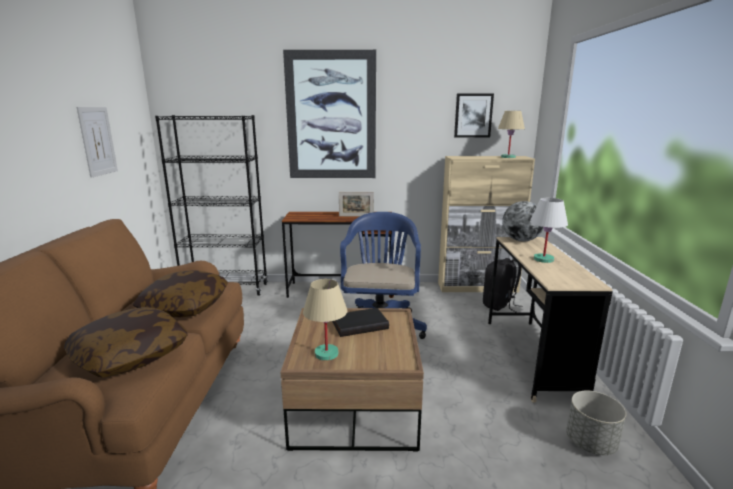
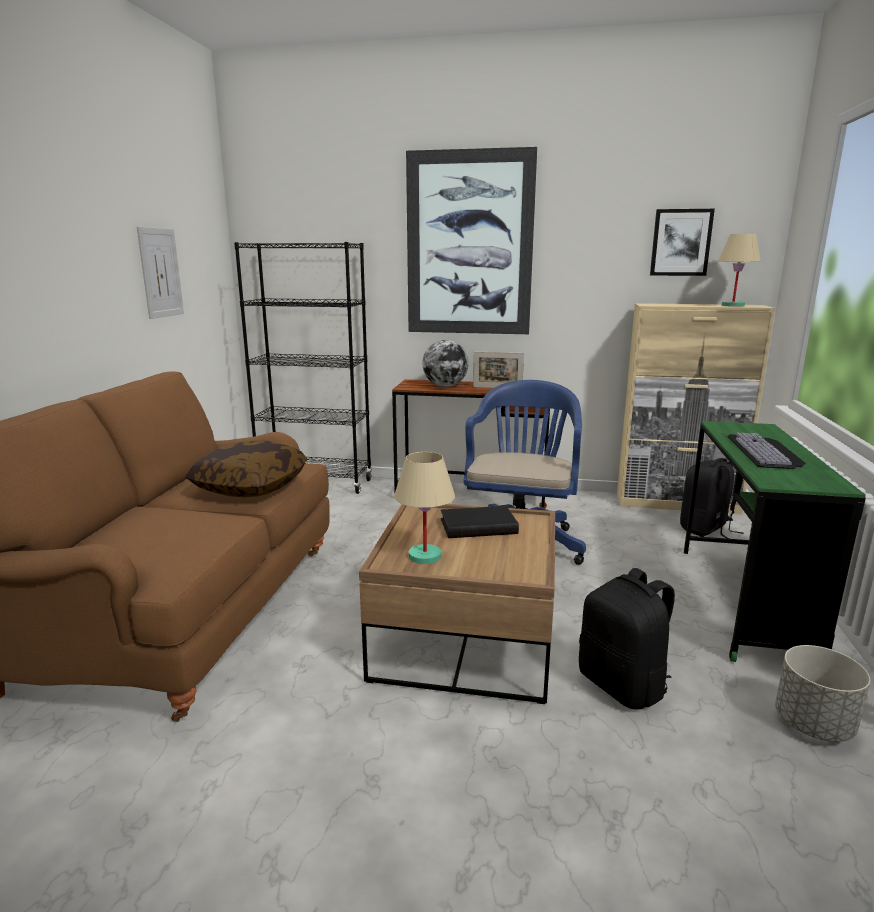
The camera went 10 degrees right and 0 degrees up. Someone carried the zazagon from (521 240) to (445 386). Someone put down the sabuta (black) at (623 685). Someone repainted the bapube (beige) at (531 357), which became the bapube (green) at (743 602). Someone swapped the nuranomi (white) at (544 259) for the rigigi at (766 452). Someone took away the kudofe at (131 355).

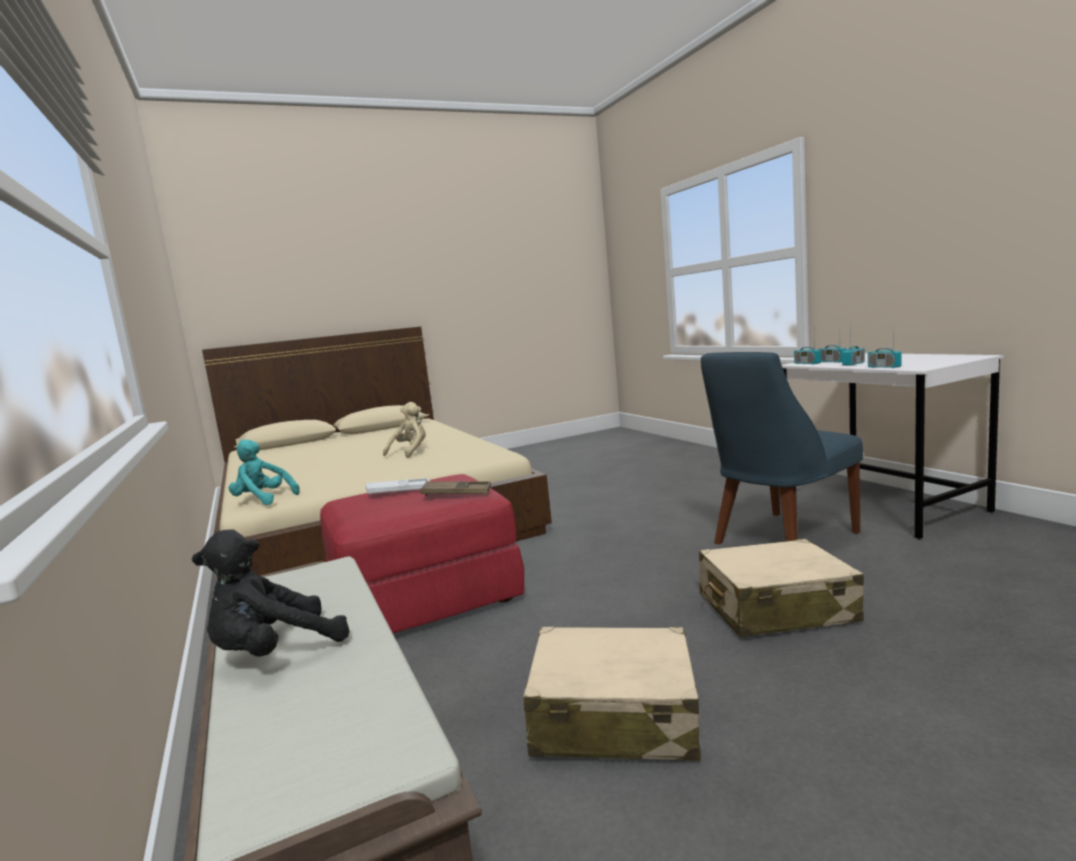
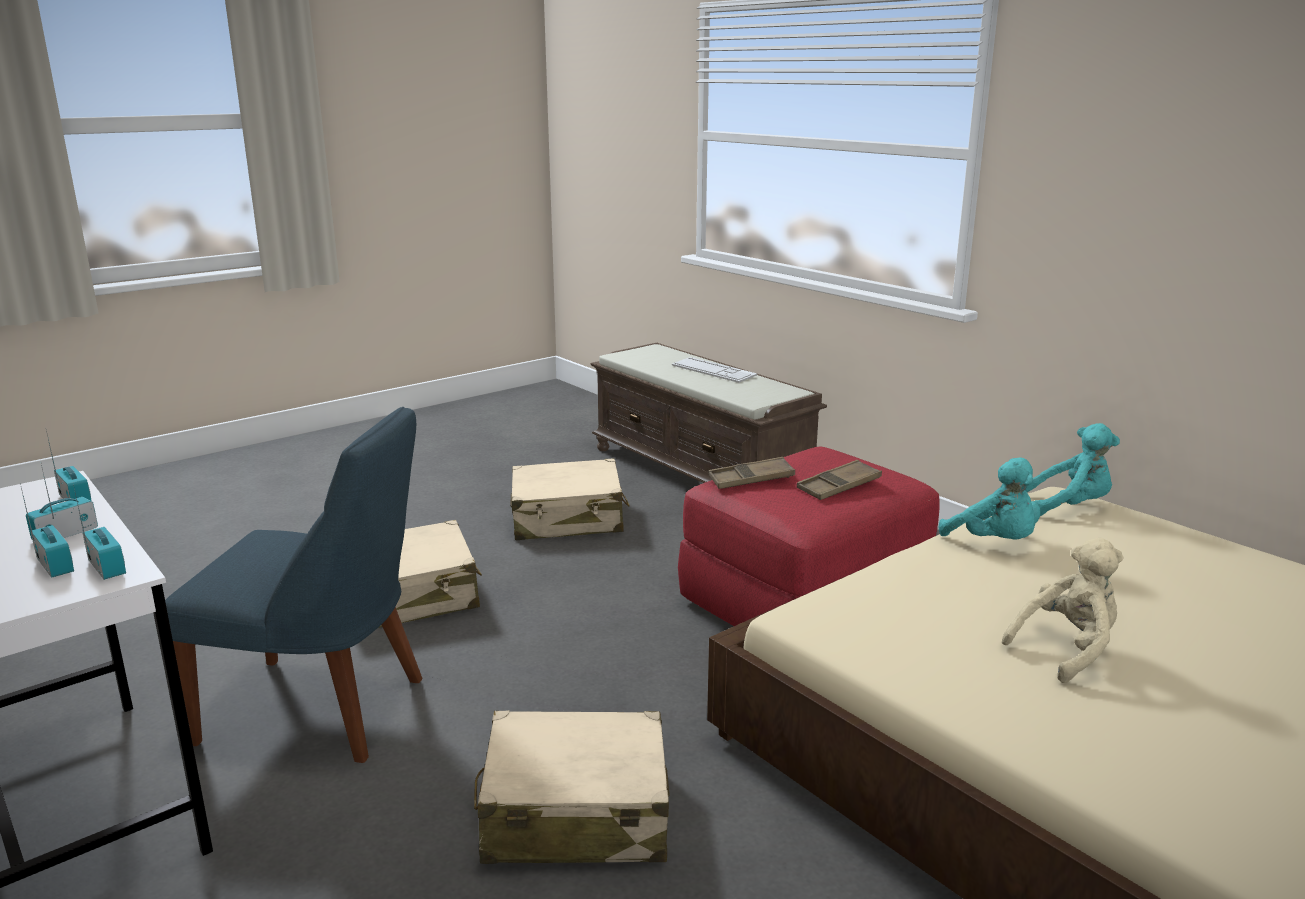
The camera went 165 degrees right and 10 degrees up. Someone rotated the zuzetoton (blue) at (780 539) by 60 degrees clockwise. Someone put down the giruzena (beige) at (575 814). Someone swapped the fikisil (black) at (274 652) for the rigigi at (713 371). Someone repainted the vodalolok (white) at (399 491), which became the vodalolok (brown) at (839 486). Someone put down the fikisil (turquoise) at (995 542). Someone rotated the fikisil (beige) at (410 452) by 135 degrees counterclockwise.

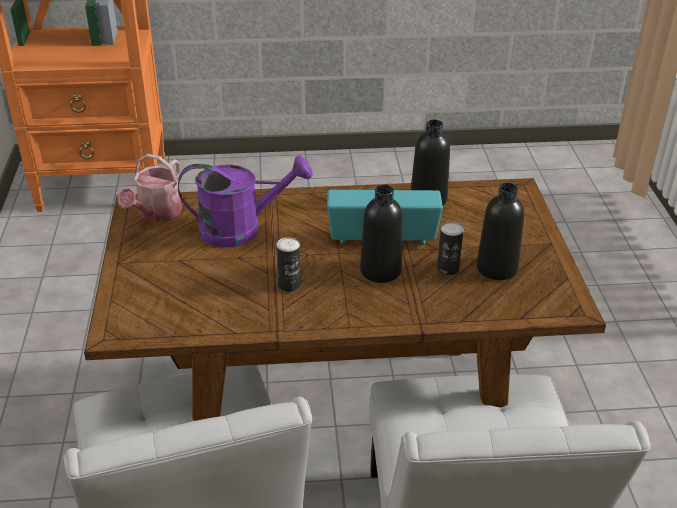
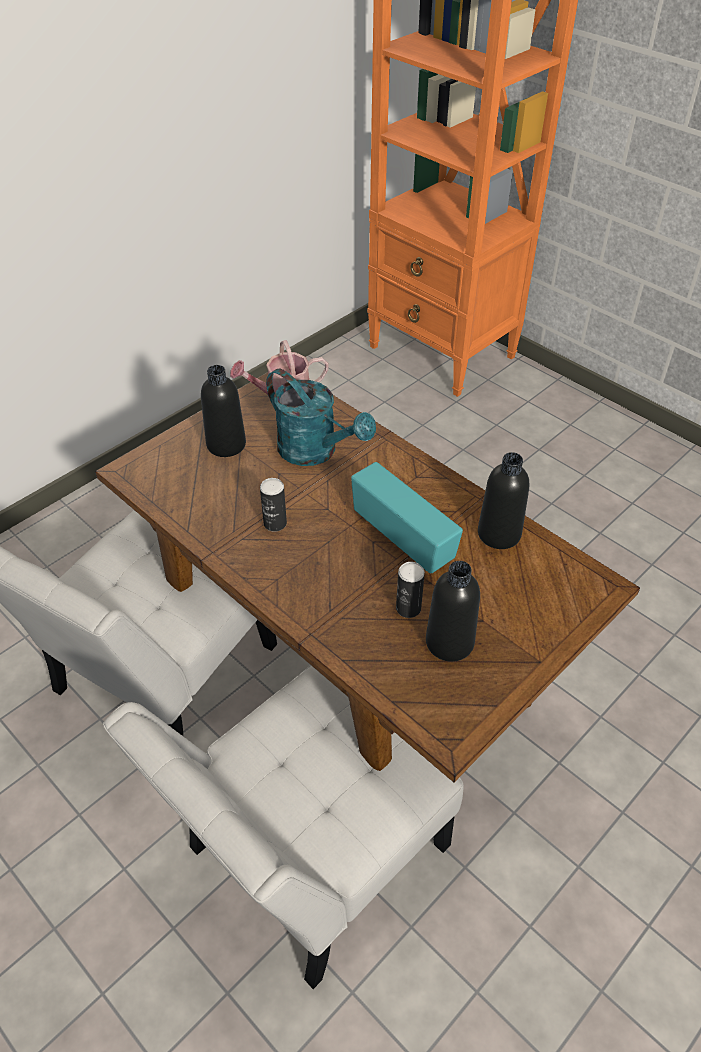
The camera went 50 degrees right and 10 degrees up. Someone carried the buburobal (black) from (380 270) to (226 444). Someone repainted the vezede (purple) at (241 229), which became the vezede (turquoise) at (316 452).

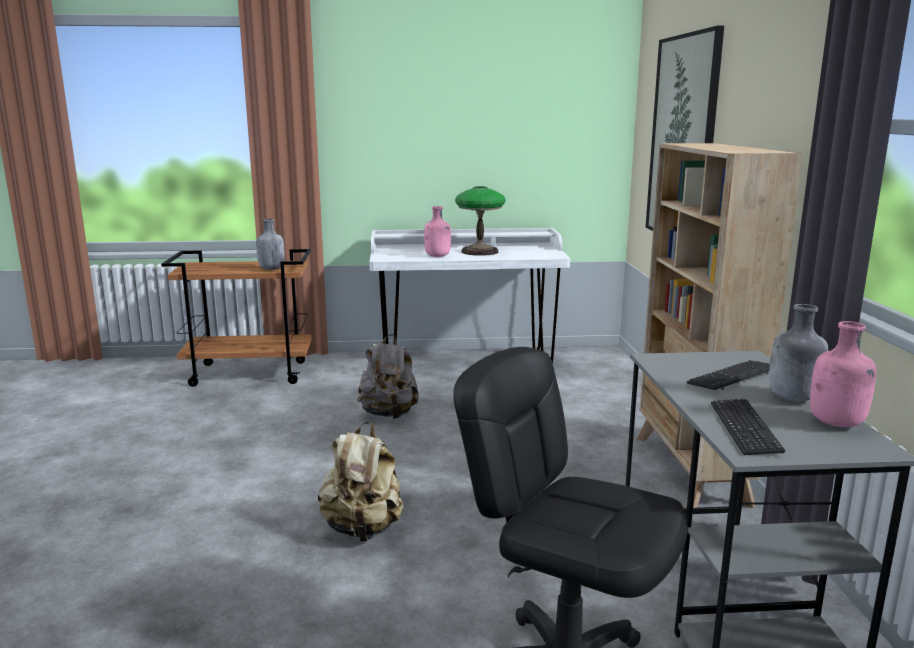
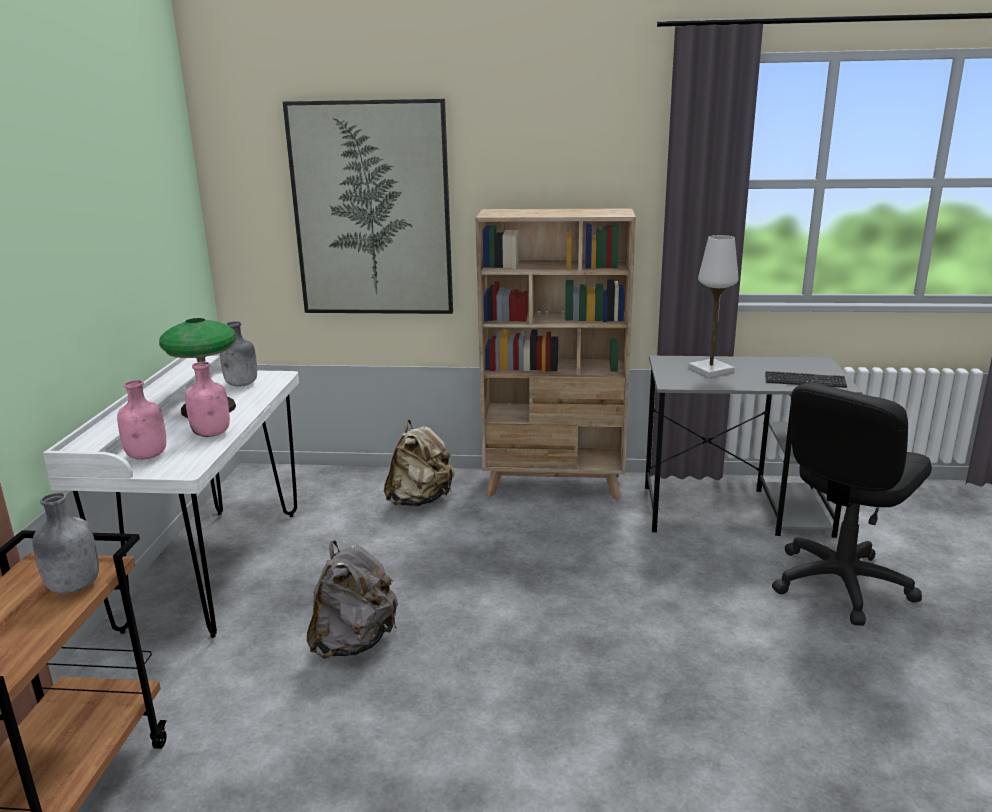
The camera went 80 degrees left and 5 degrees up. Someone carried the buburobal (pink) from (837 423) to (148 456). Someone carried the buburobal (grey) from (793 398) to (242 384). Someone carried the sabuta (beige) from (363 529) to (420 500). Someone swapped the rigigi at (732 377) for the nuranomi (white) at (711 370).

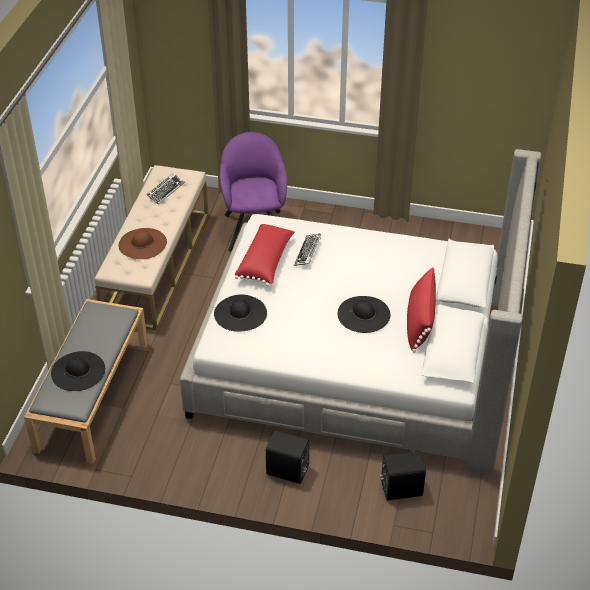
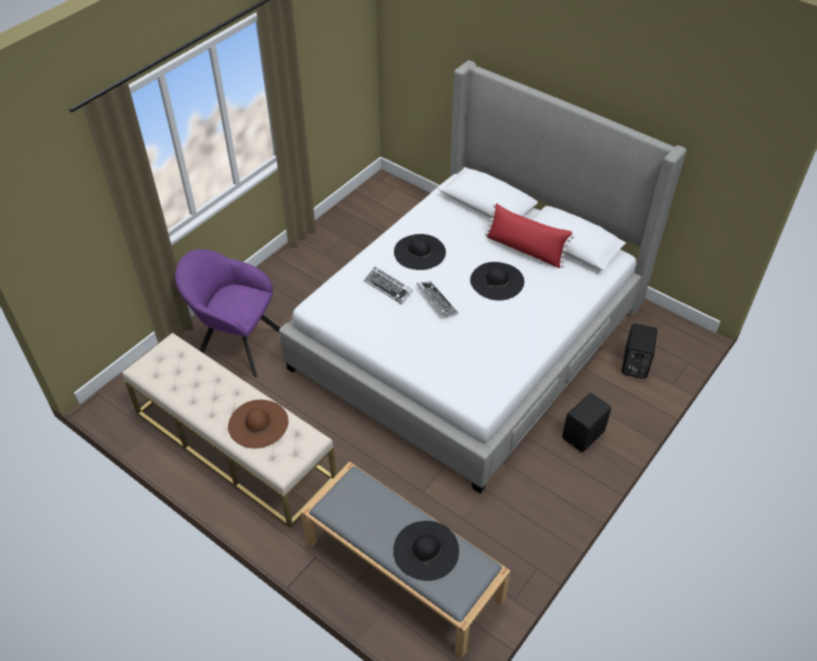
The camera went 65 degrees left and 5 degrees up. Someone carried the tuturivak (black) from (240 313) to (419 252). Someone carried the rigigi from (165 190) to (436 301). Someone took away the kudofe (red) at (266 262).

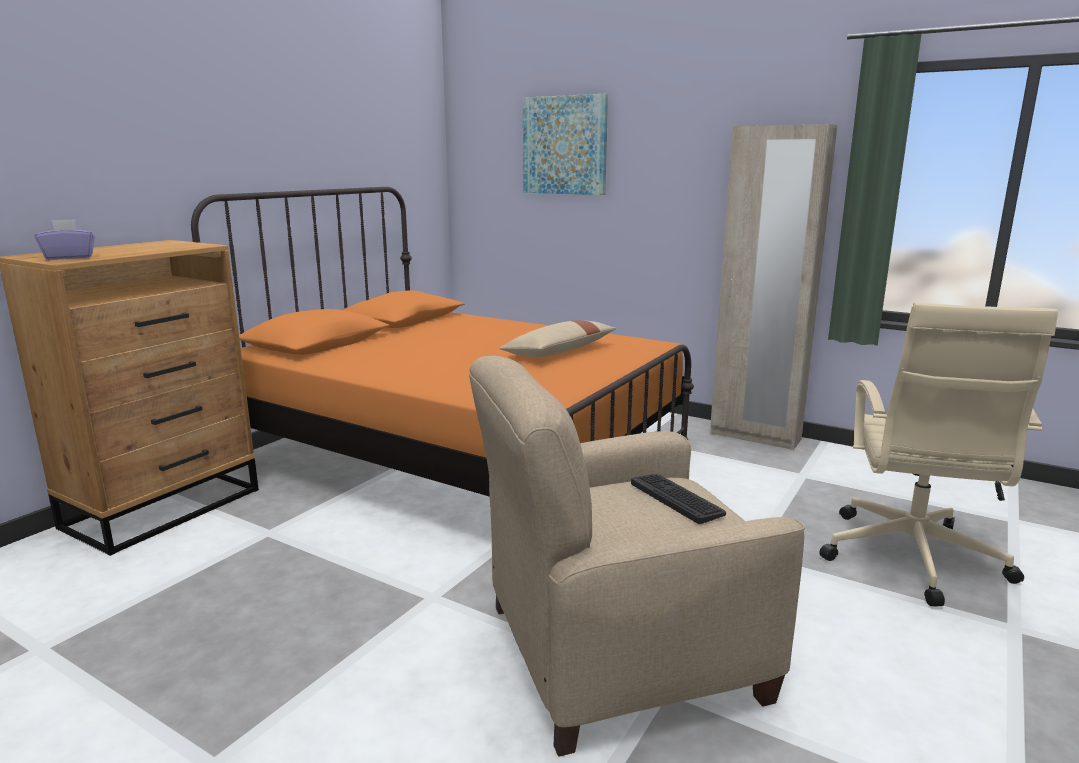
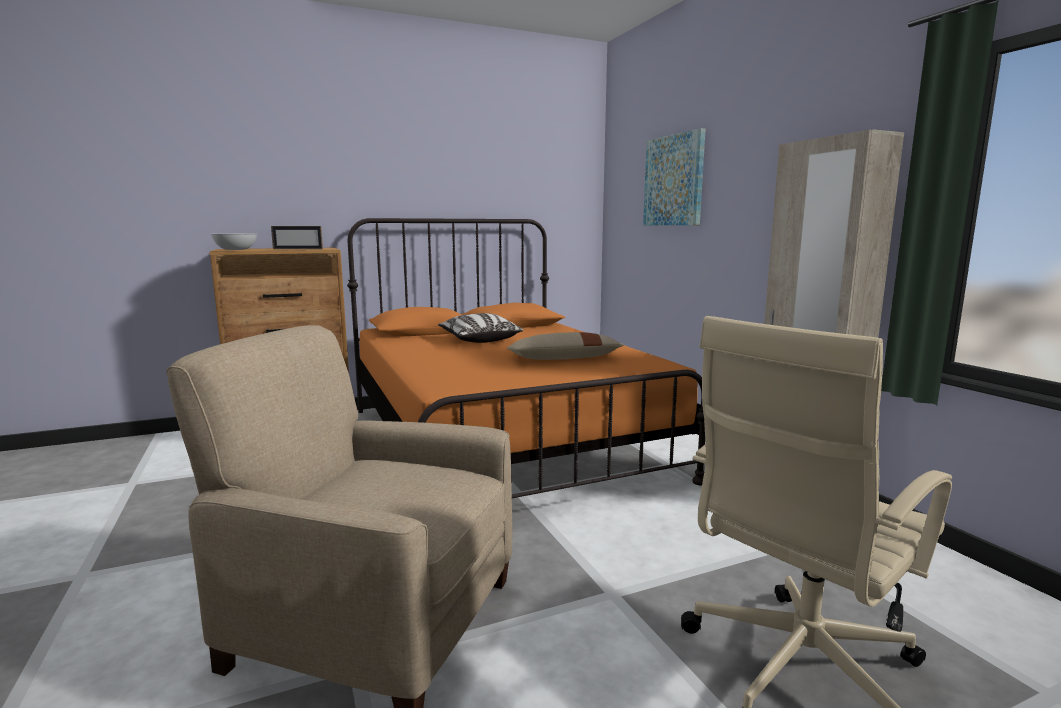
The camera went 35 degrees right and 5 degrees down. Someone swapped the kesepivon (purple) at (69 257) for the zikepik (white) at (235 249). Someone put down the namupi at (298 249). Someone put down the kudofe at (479 340). Someone took away the rigigi at (677 498).

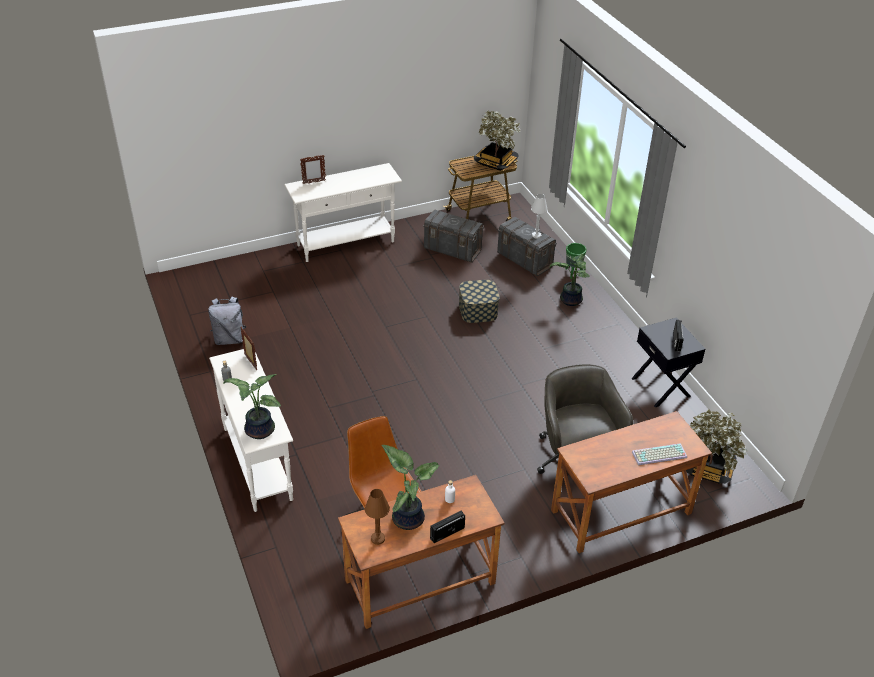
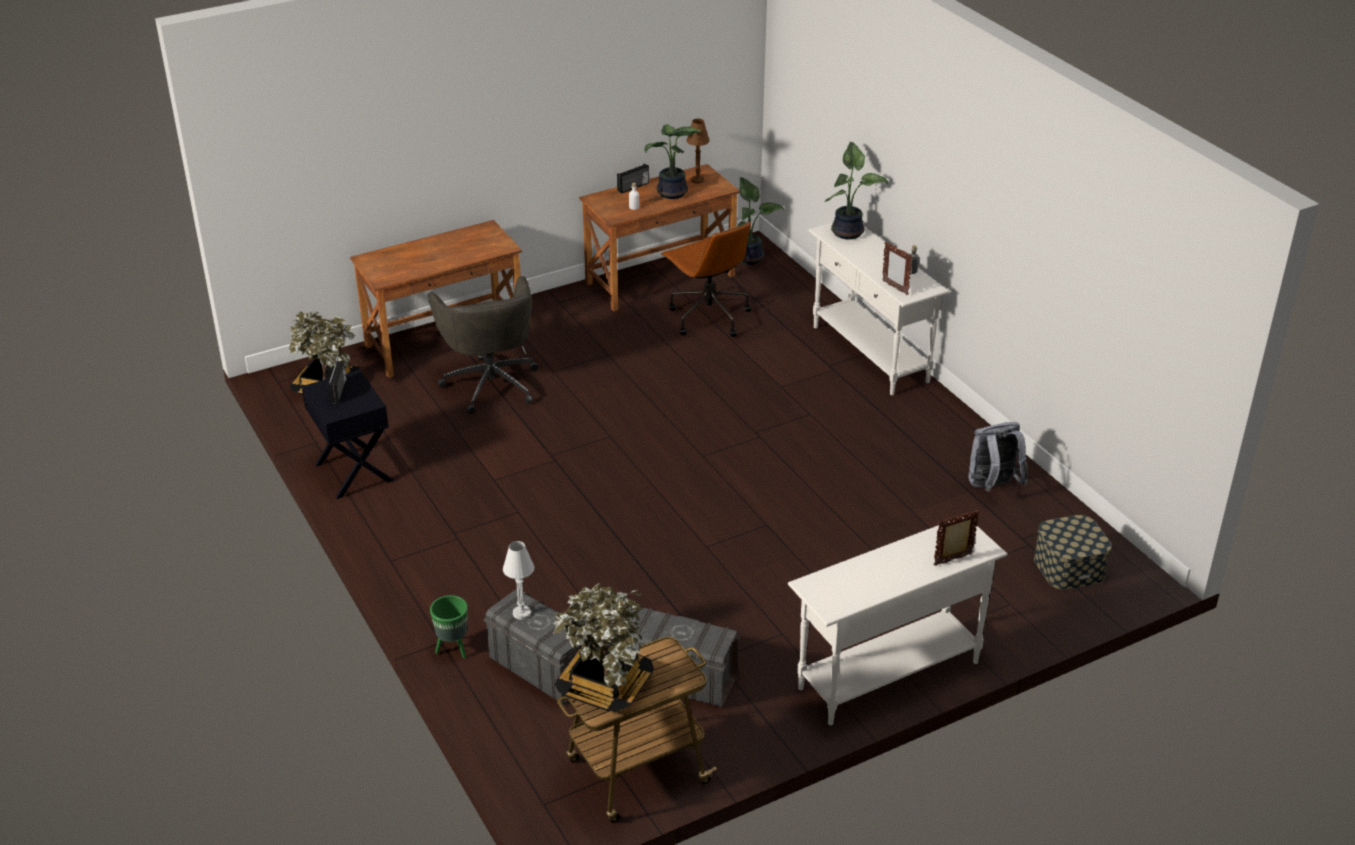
The camera went 175 degrees right and 5 degrees down. Someone carried the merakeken from (570 301) to (750 257). Someone carried the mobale from (478 310) to (1069 567). Someone took away the rigigi at (659 455).

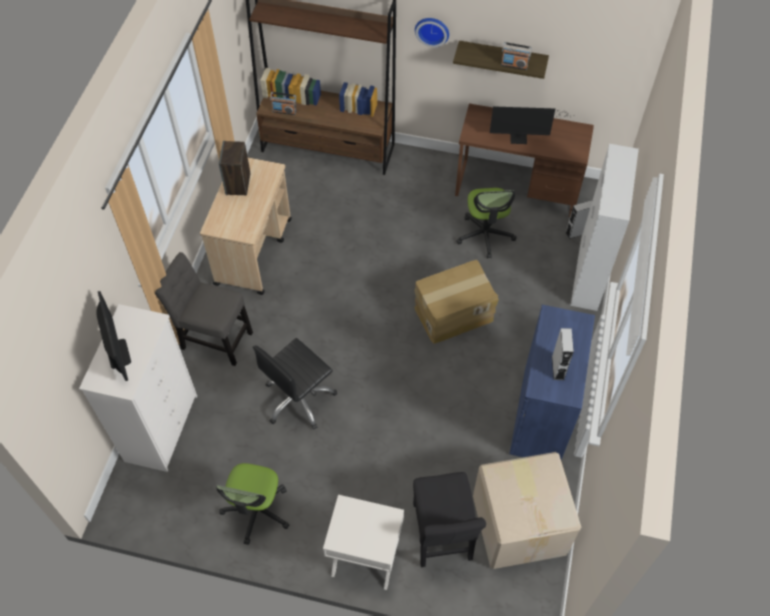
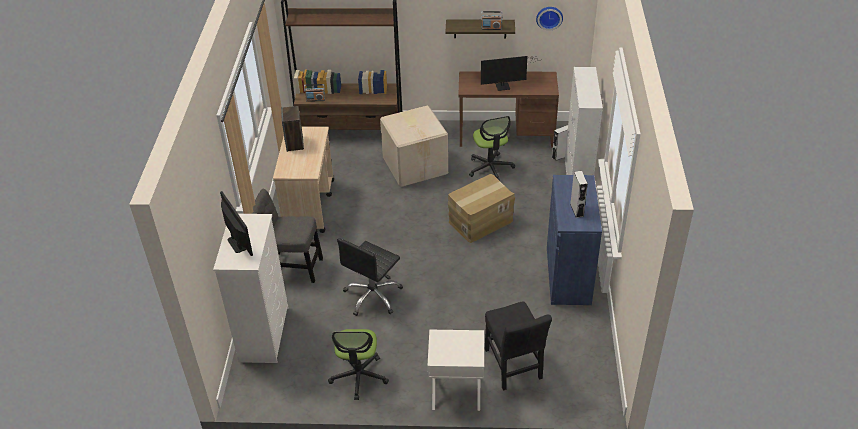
The camera went 10 degrees left and 15 degrees down. Someone carried the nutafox from (520 523) to (415 165). Someone carried the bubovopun from (432 30) to (549 17).

